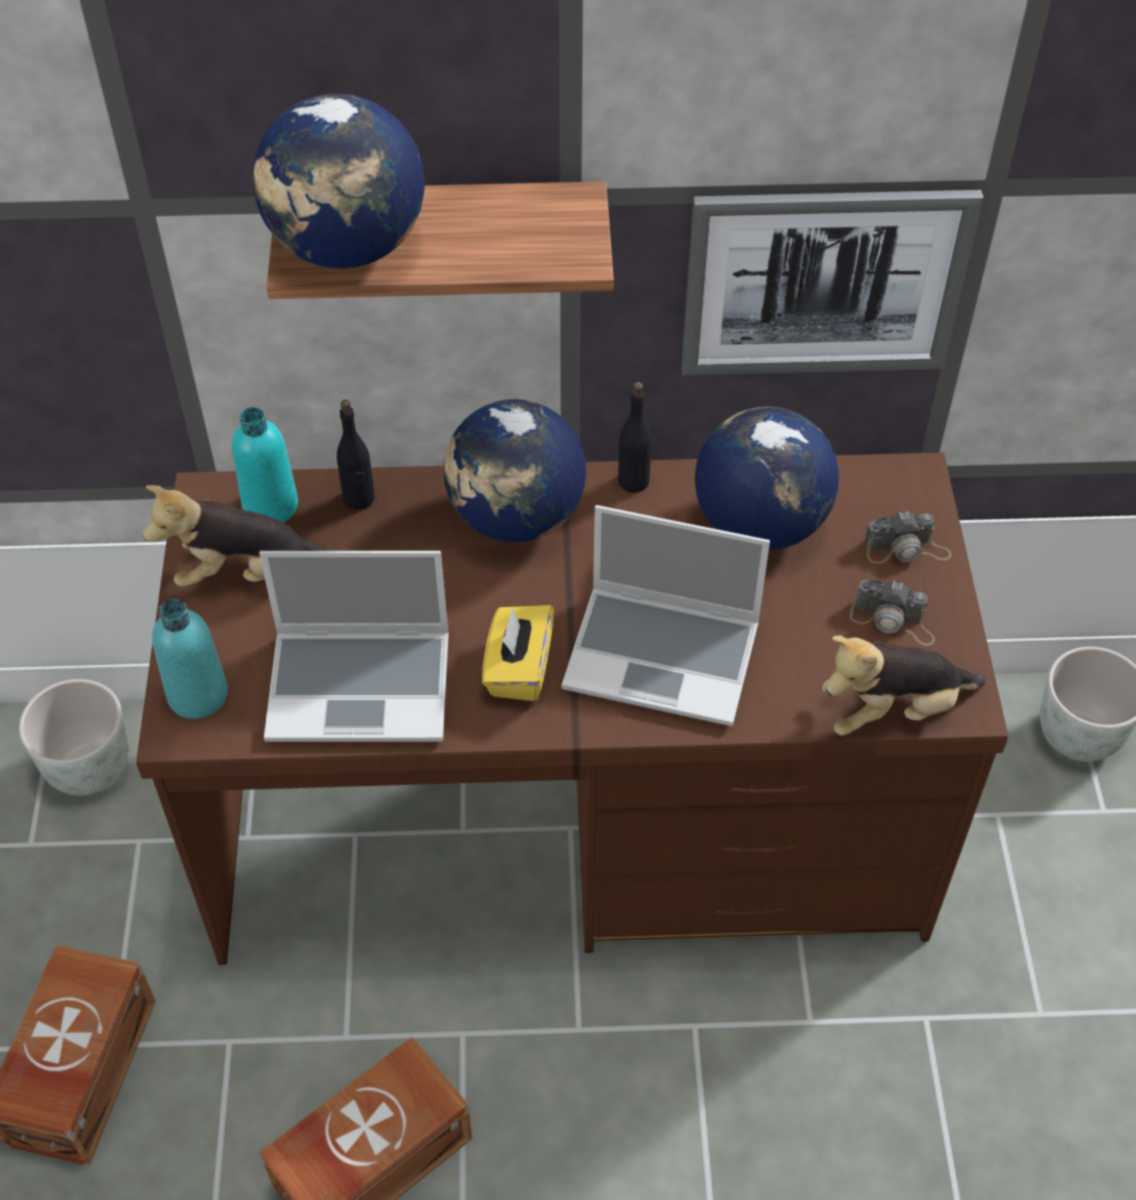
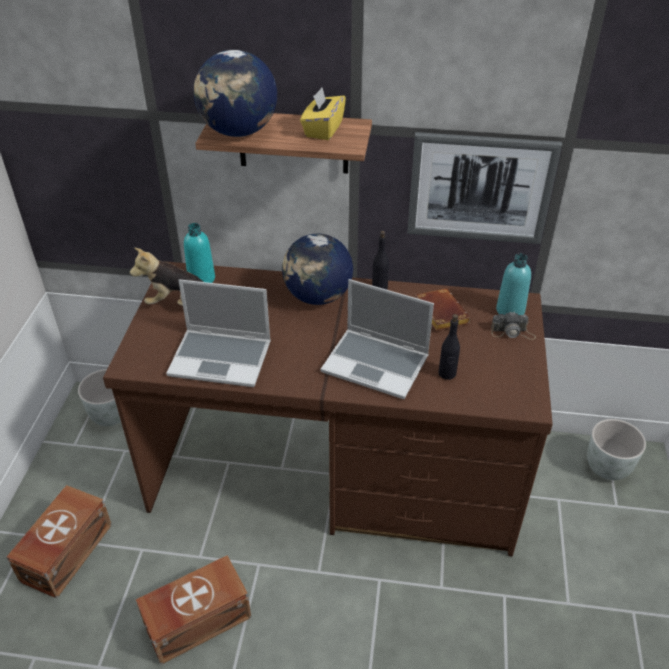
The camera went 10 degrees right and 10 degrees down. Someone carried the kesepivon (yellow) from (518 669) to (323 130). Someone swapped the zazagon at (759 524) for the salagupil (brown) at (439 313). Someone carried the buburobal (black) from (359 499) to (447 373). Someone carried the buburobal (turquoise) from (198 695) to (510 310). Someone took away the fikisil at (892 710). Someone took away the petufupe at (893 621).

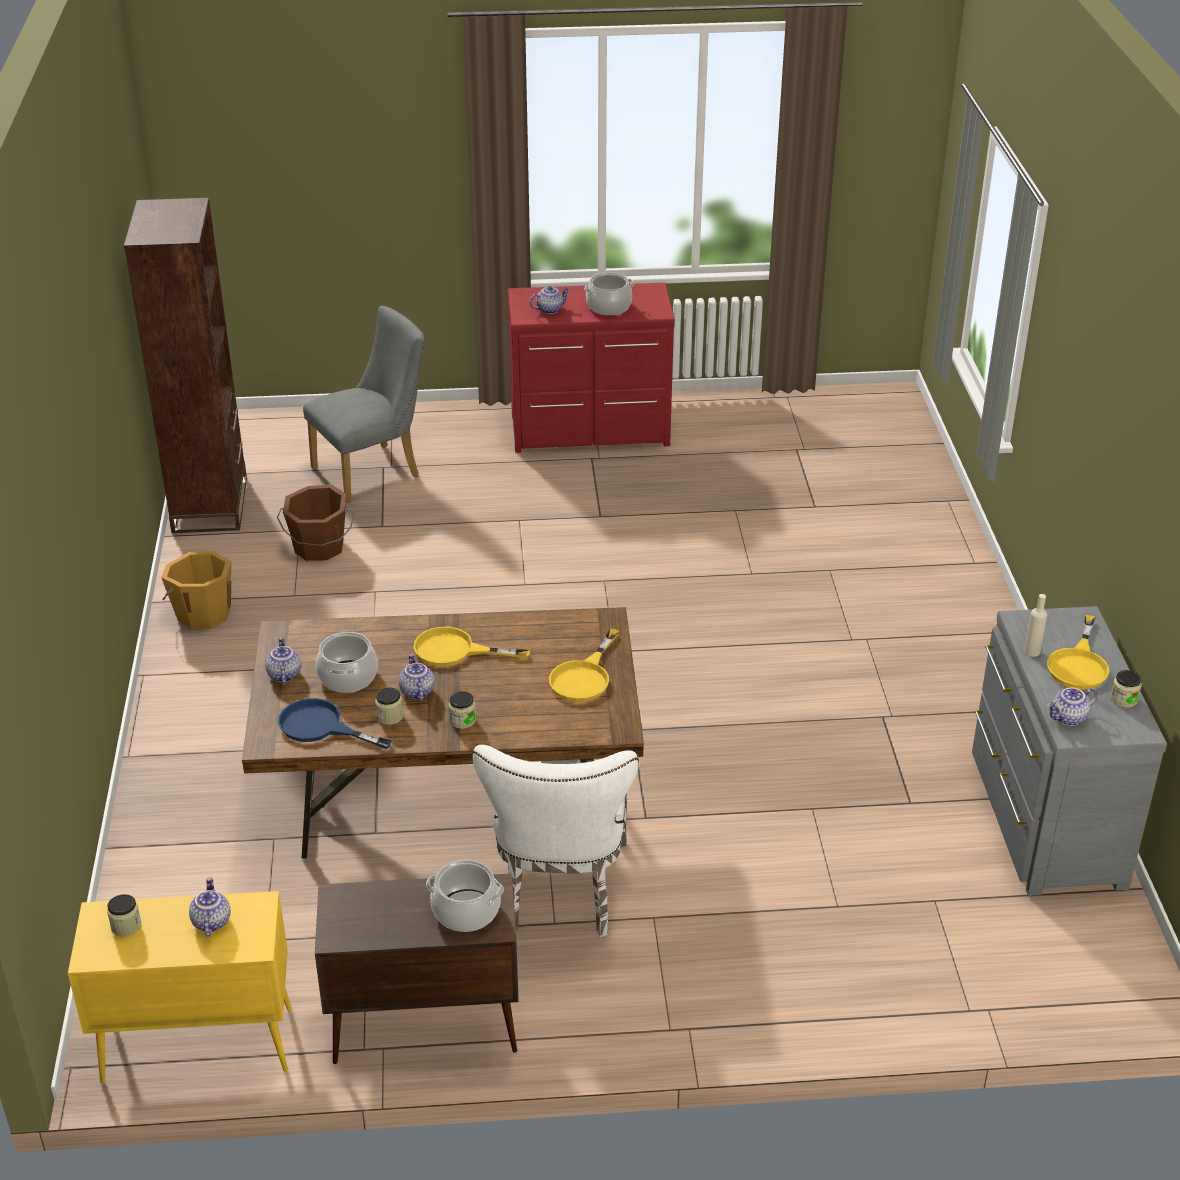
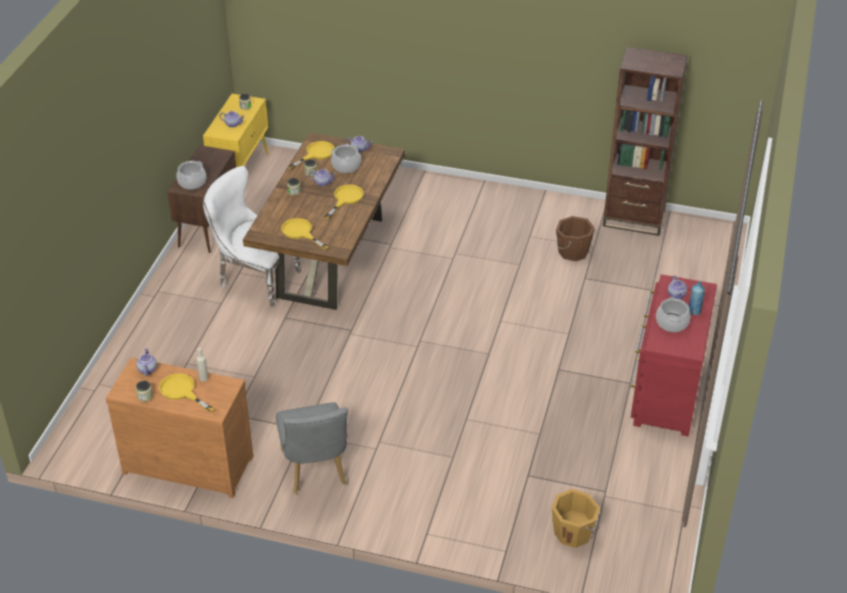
The camera went 110 degrees right and 5 degrees up. Someone repainted the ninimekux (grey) at (1043 820), which became the ninimekux (brown) at (188 462). Someone carried the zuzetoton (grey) from (373 470) to (315 471). Someone repainted the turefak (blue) at (321 727), which became the turefak (yellow) at (316 154). Someone carried the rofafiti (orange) from (203 613) to (573 532). Someone put down the buburobal (blue) at (694 311).

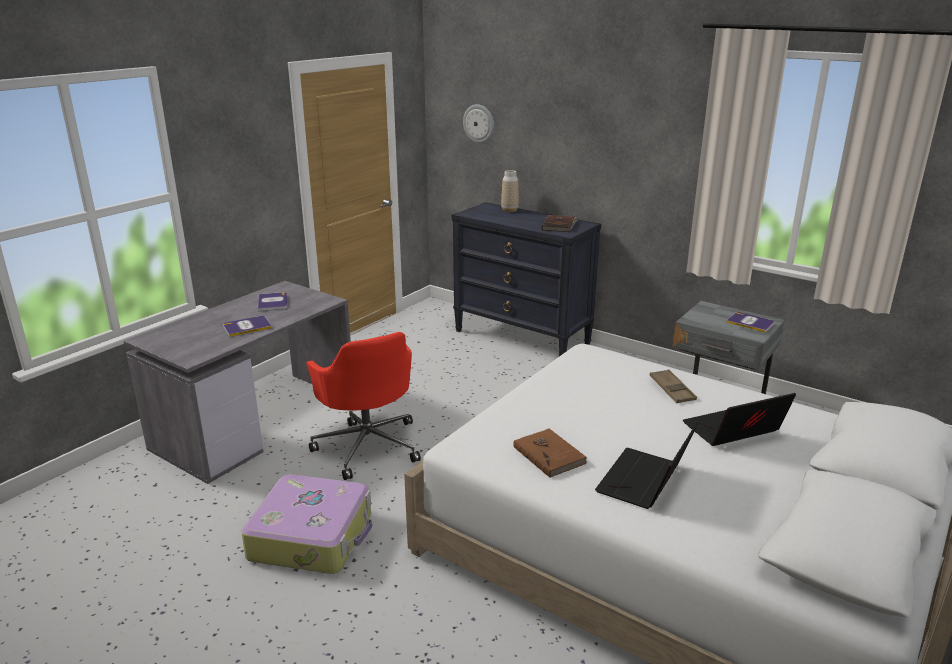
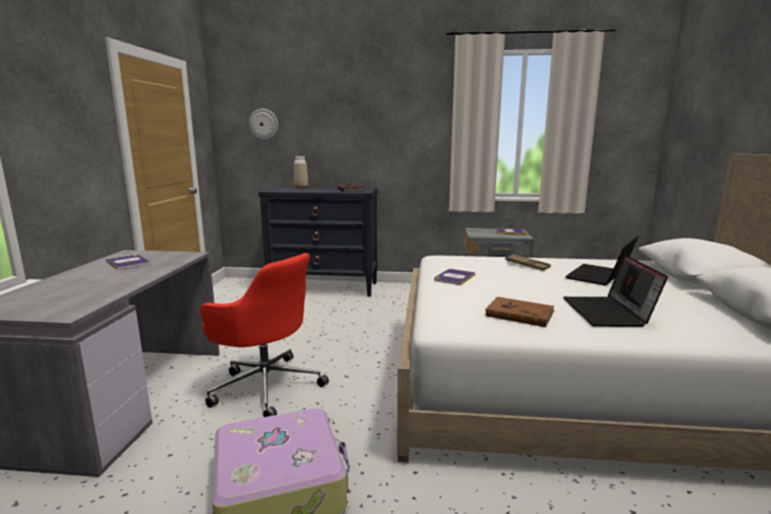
The camera went 30 degrees left and 10 degrees down. Someone carried the salagupil from (247 327) to (454 277).

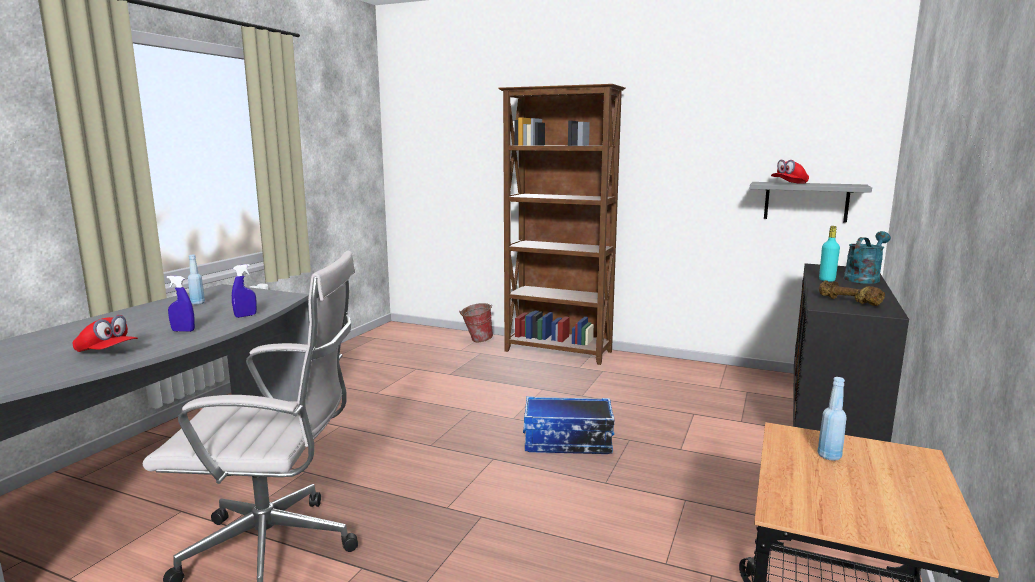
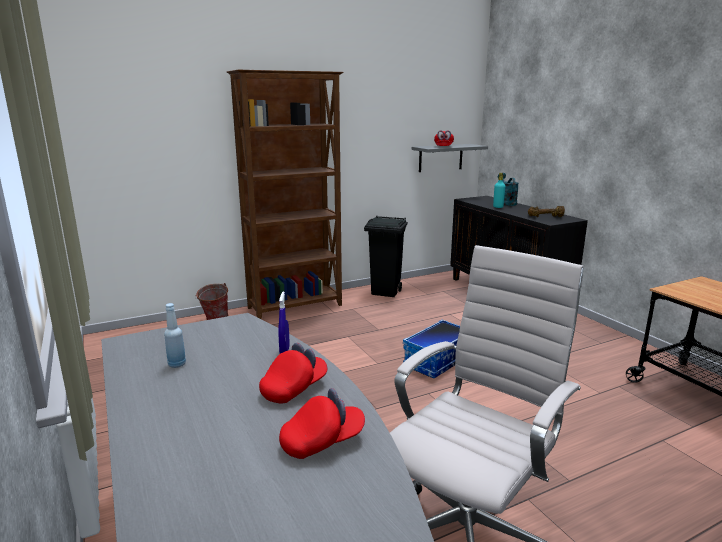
The camera went 50 degrees left and 5 degrees up. Someone swapped the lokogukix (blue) at (183 331) for the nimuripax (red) at (294 388). Someone put down the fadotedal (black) at (386 292). Someone took away the buburobal (blue) at (829 456).

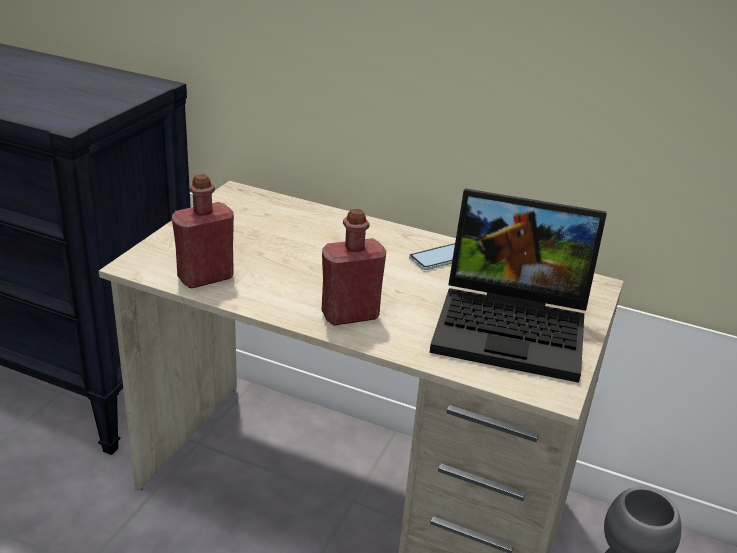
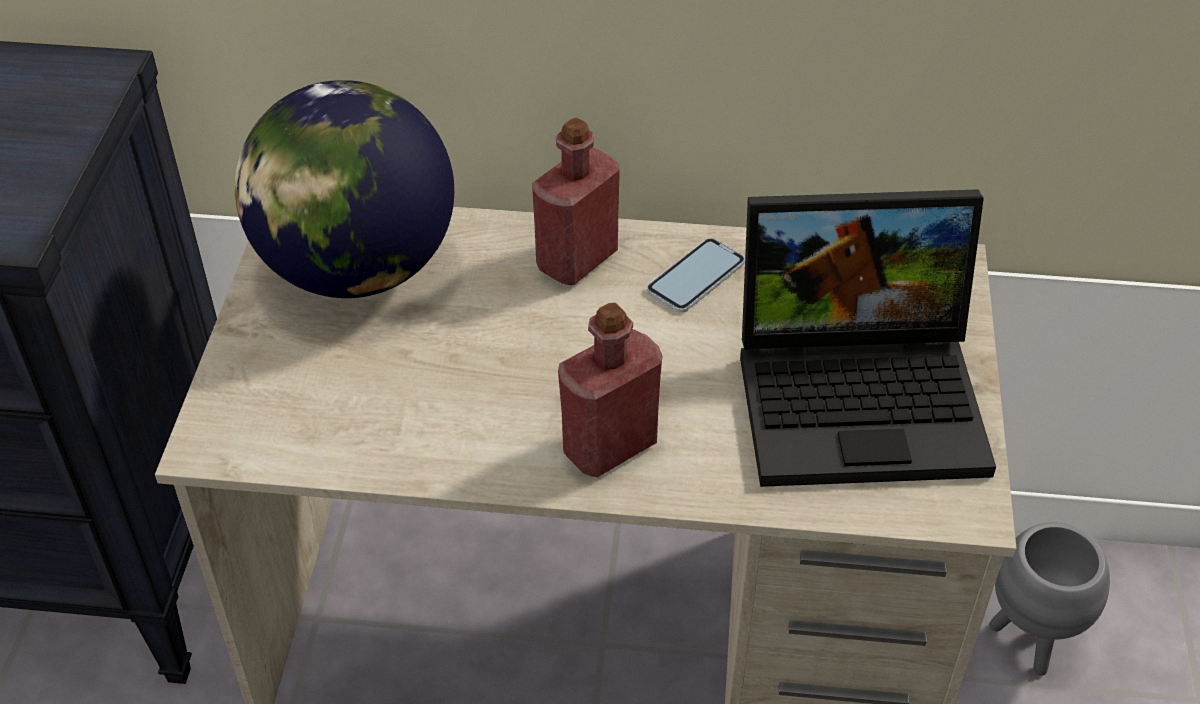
The camera went 15 degrees left and 15 degrees up. Someone put down the zazagon at (356 269). Someone carried the buburobal (red) from (205 277) to (577 260).

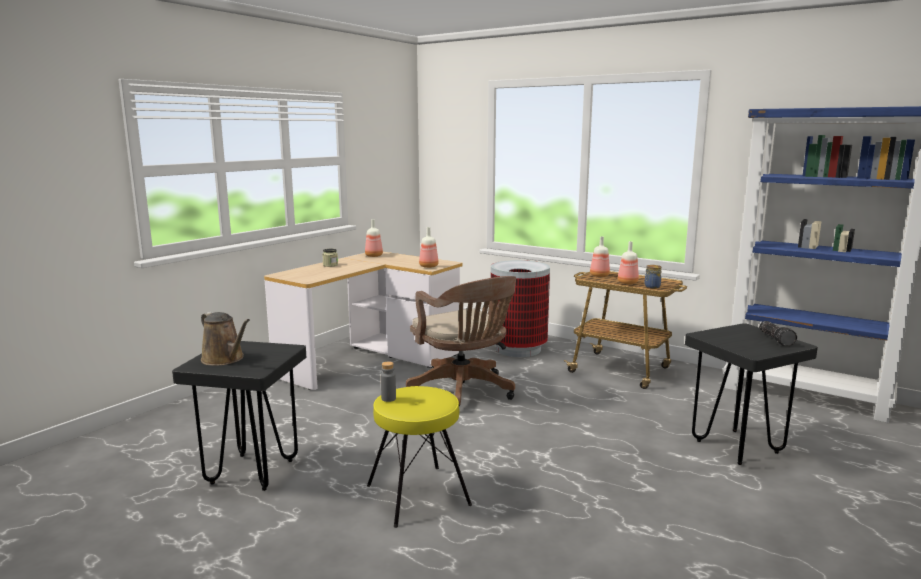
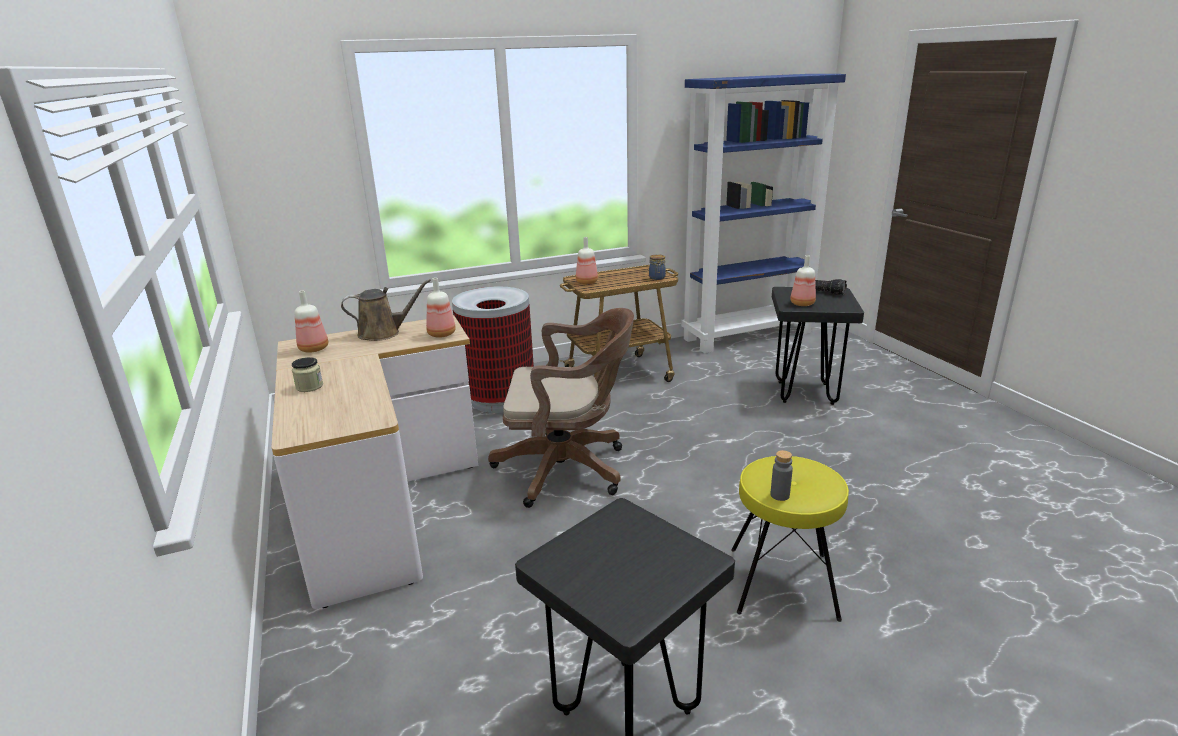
The camera went 55 degrees left and 10 degrees up. Someone carried the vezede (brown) from (225 359) to (383 333). Someone carried the buburobal from (627 283) to (801 304).

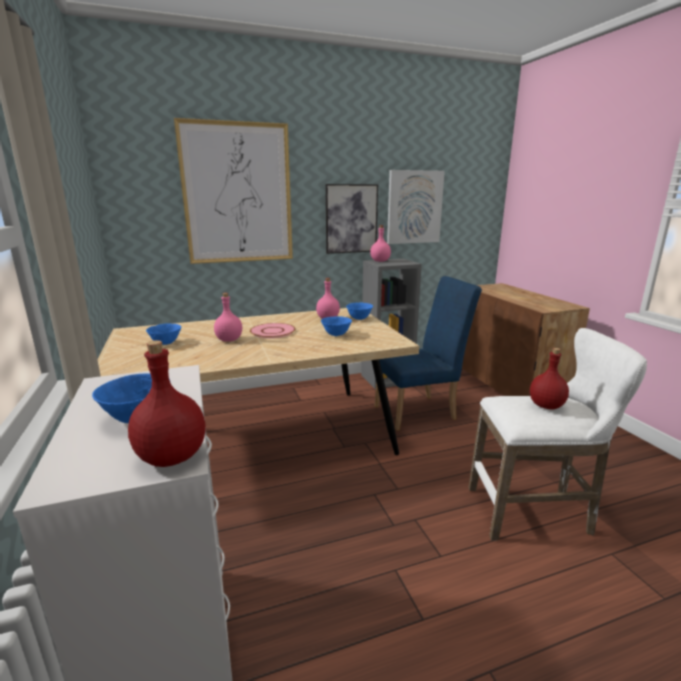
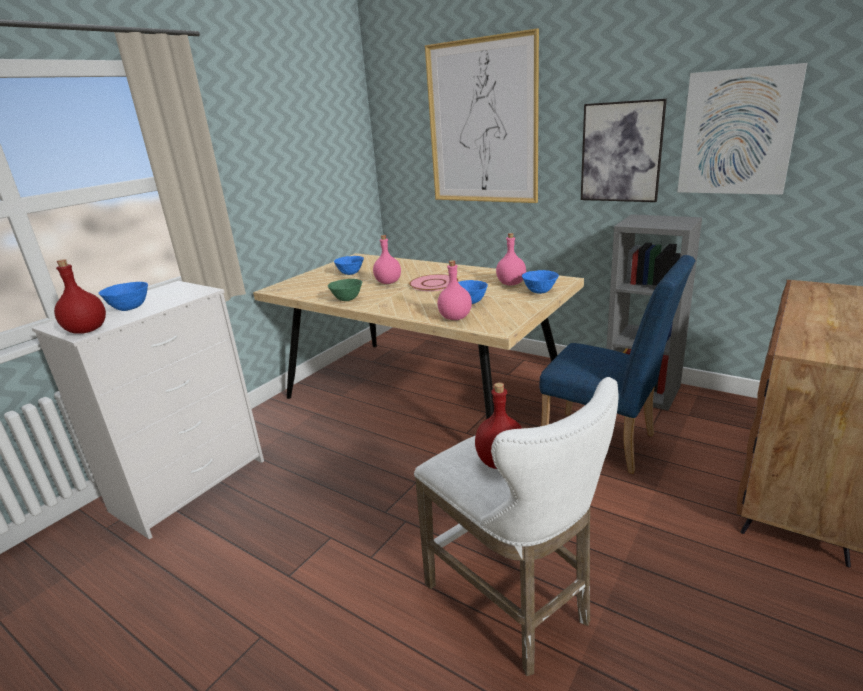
The camera went 55 degrees right and 5 degrees up. Someone put down the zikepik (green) at (347 299). Someone carried the buburobal (pink) from (380 261) to (455 318).

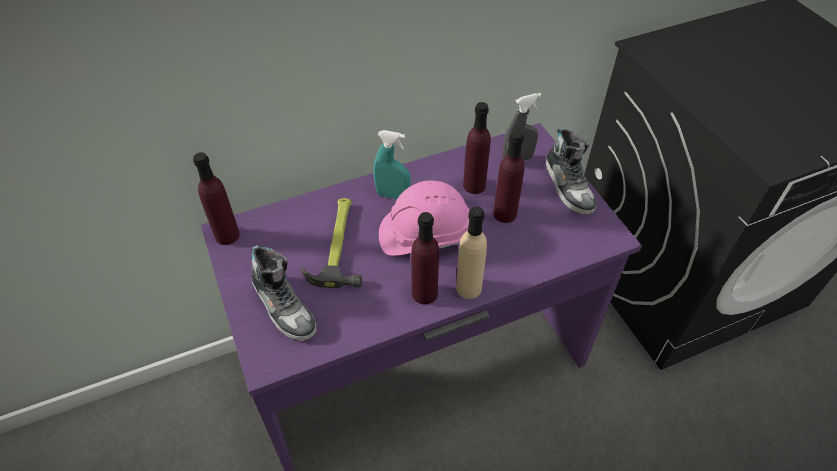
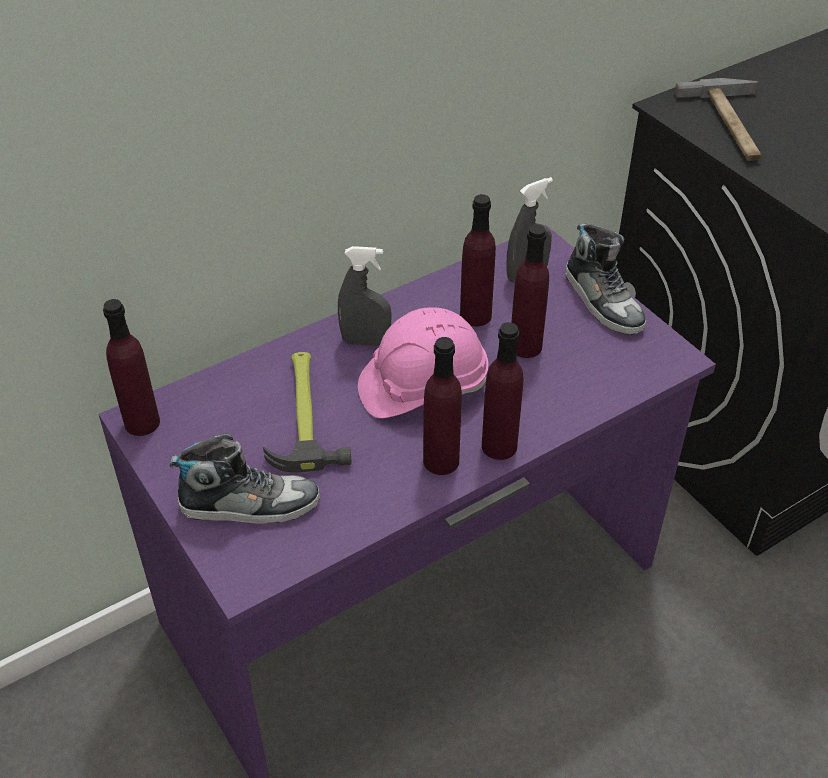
The camera went 10 degrees left and 5 degrees down. Someone rotated the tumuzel at (284 306) by 45 degrees counterclockwise. Someone repainted the lokogukix (turquoise) at (392 195), which became the lokogukix (grey) at (365 341). Someone repainted the buburobal (beige) at (468 288), which became the buburobal (purple) at (499 446). Someone put down the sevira at (733 125).

